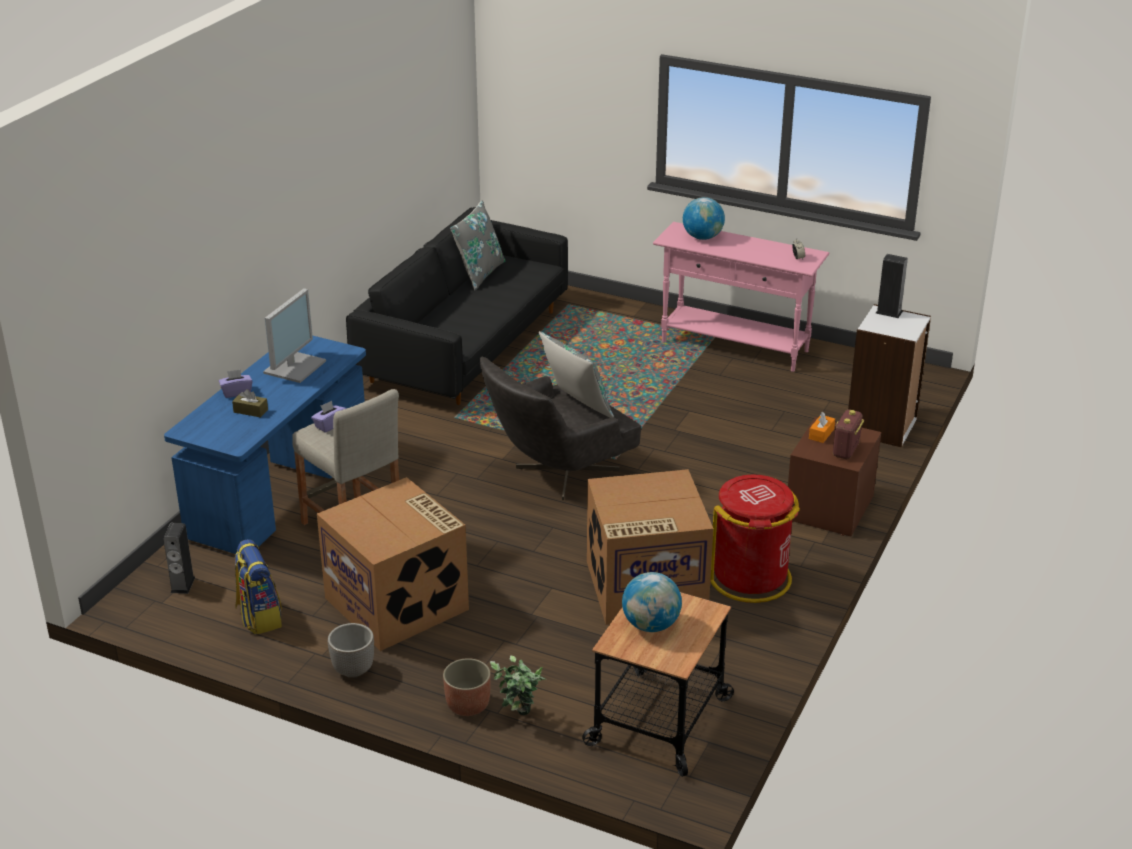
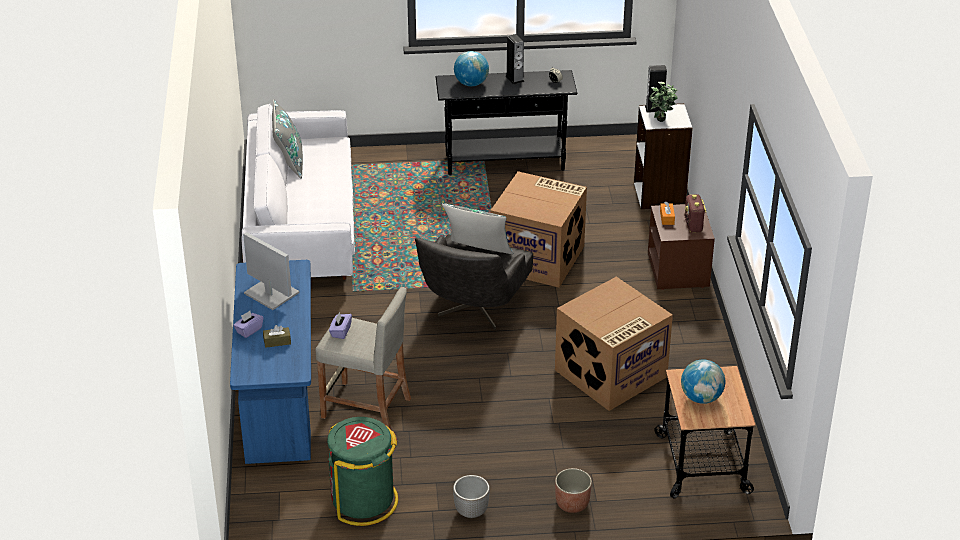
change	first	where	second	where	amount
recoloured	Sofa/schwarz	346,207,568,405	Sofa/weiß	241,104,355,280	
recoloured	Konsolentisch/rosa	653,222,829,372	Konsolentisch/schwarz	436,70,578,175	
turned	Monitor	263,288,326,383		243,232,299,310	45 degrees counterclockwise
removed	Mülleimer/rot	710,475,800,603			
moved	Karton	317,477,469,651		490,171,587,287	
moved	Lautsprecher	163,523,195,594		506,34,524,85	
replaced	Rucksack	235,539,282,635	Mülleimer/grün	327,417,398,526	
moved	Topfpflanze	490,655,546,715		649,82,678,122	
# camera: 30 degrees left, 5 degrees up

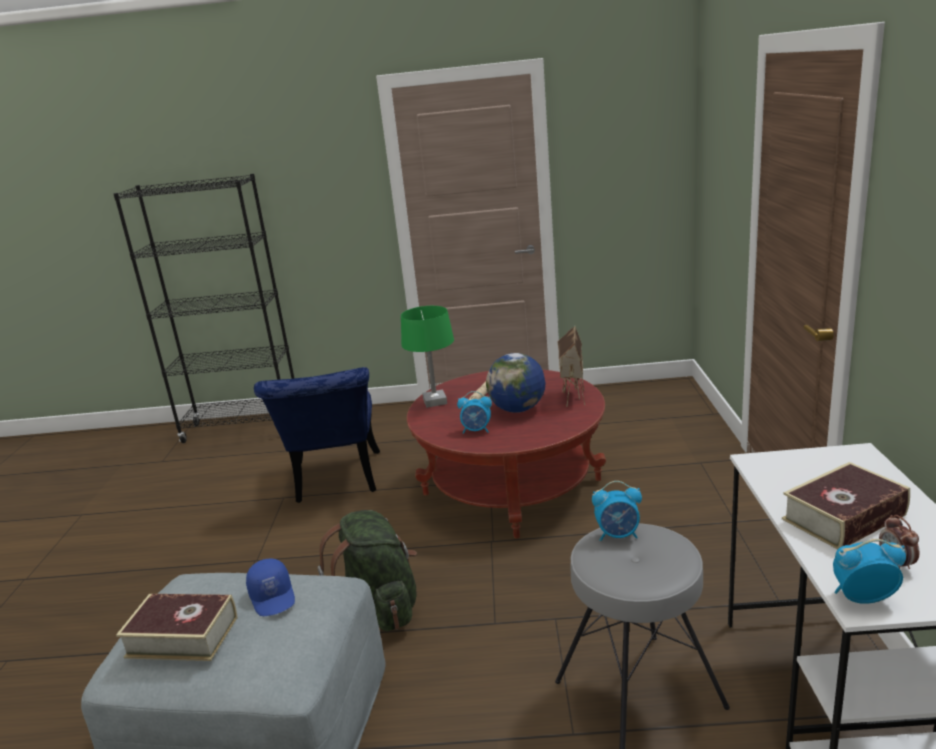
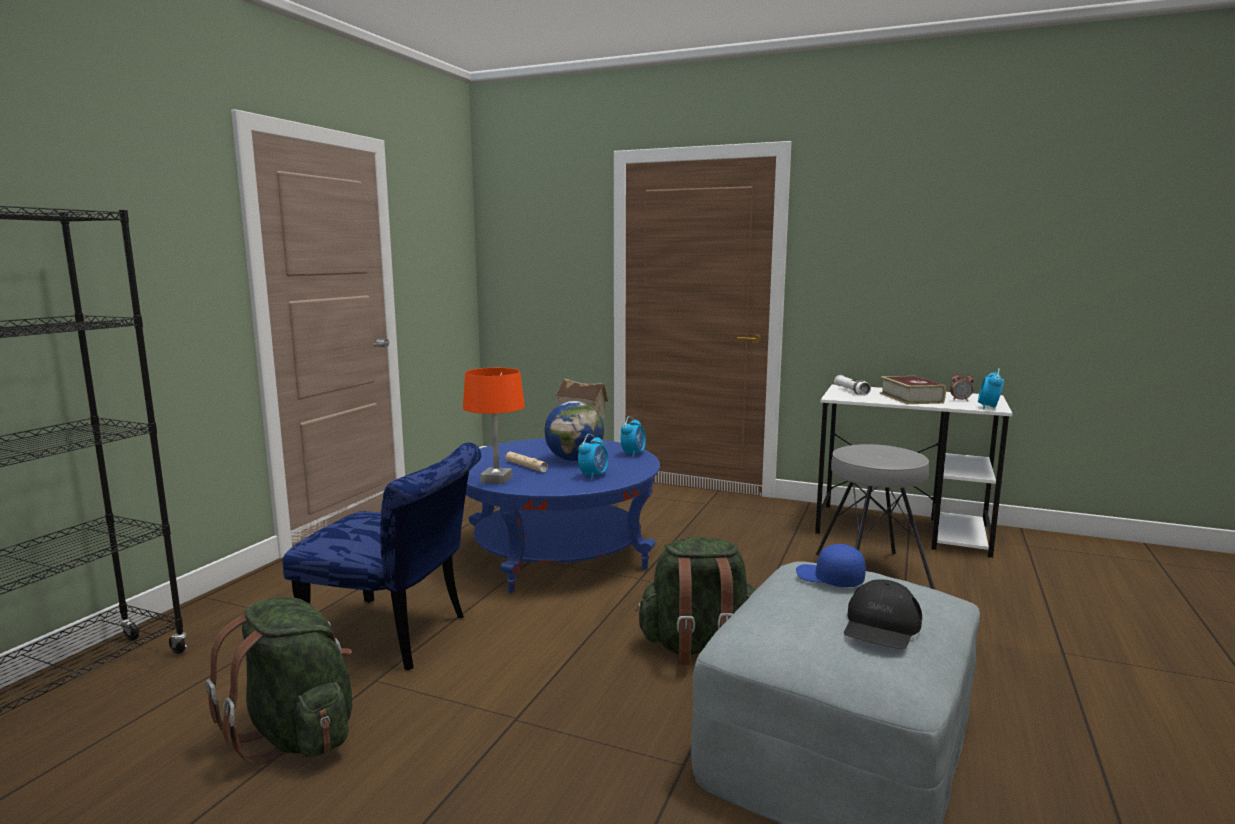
change	first	where	second	where	amount
recoloured	Tischlampe/grün	401,306,454,408	Tischlampe/orange	463,368,525,484	
recoloured	Couchtisch/rot	407,370,606,539	Couchtisch/blau	466,438,660,593	
moved	Wecker	592,481,642,541		620,416,646,458	
turned	Kappe/blau	246,558,295,616		796,544,866,587	135 degrees counterclockwise
replaced	Buch	116,594,238,661	Kappe/schwarz	844,579,922,649	
added			Taschenlampe/weiß	834,375,871,396	
added			Rucksack/grün	206,597,352,765	
# camera: 70 degrees left, 10 degrees down

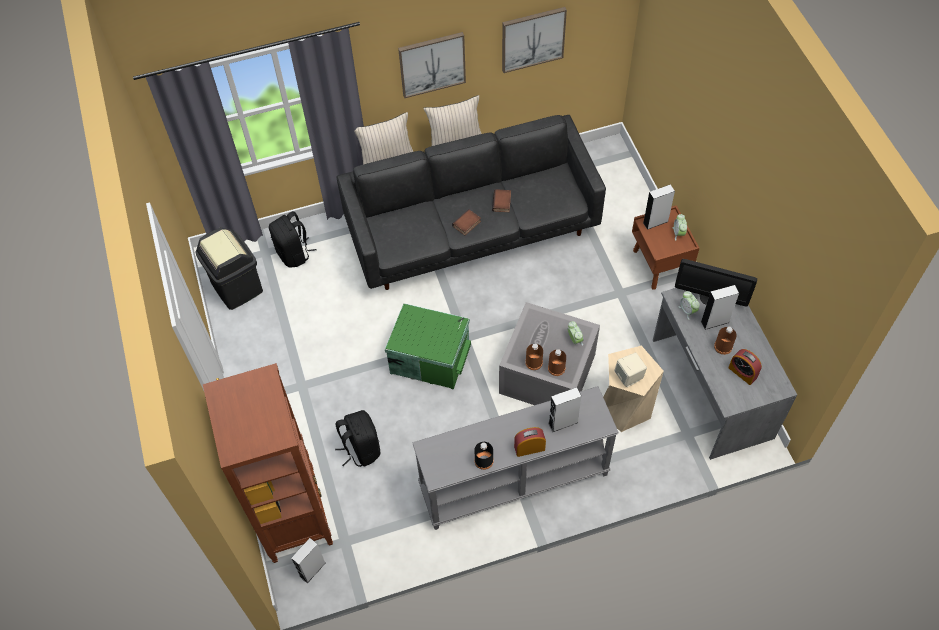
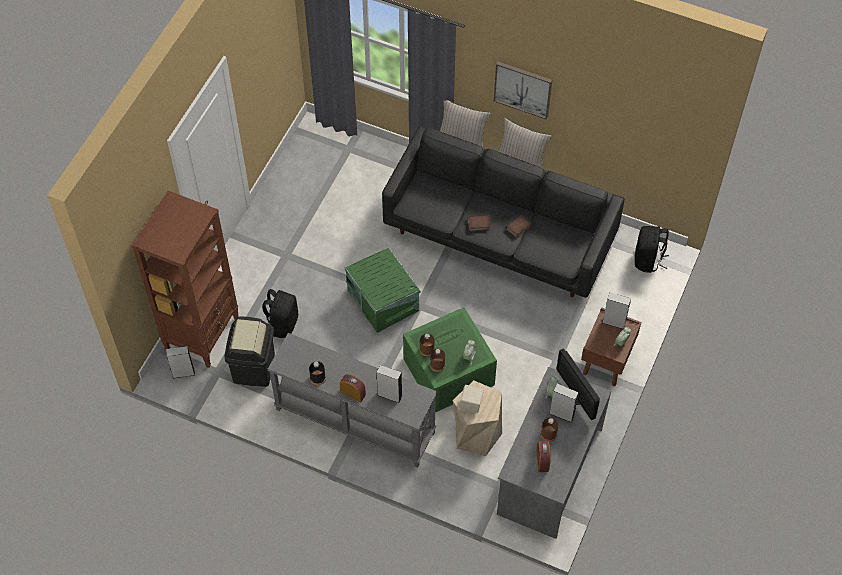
change	first	where	second	where	amount
removed	Bild	502,7,567,73			
moved	Rucksack/schwarz	269,211,317,267		634,226,669,273	
moved	Mülleimer/schwarz	195,228,263,310		224,316,275,387	
recoloured	Aufbewahrungsbox/grau	499,302,600,405	Aufbewahrungsbox/grün	403,307,497,413	
# camera: 40 degrees right, 0 degrees up

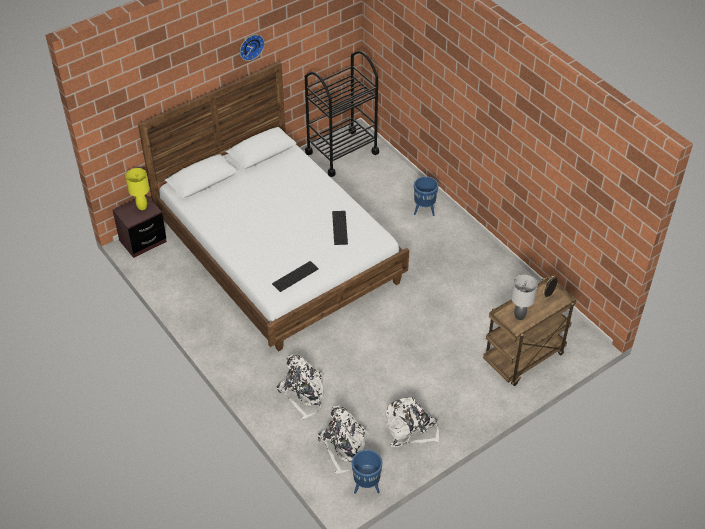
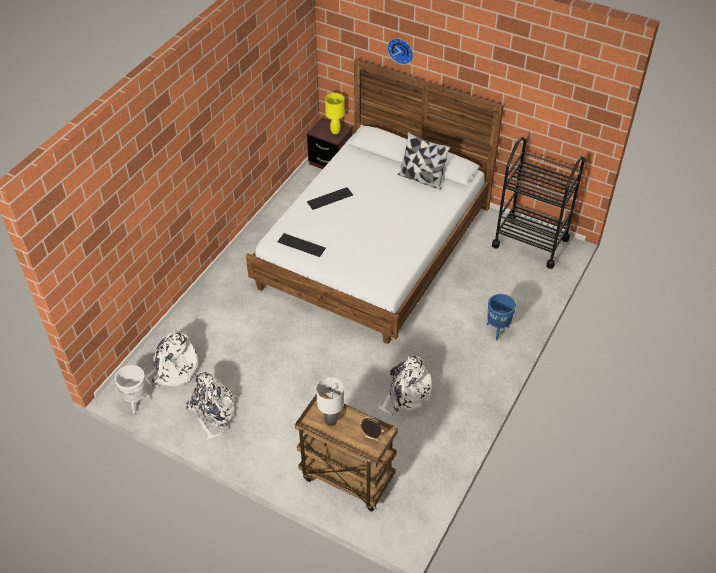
change	first	where	second	where	amount
moved	Wanduhr	240,35,265,61		387,38,413,65	
moved	Tastatur	332,211,348,245		307,187,353,210	
moved	Rucksack/weiß	276,355,325,419		378,355,432,416	
recoloured	Pflanzkübel/blau	352,450,382,494	Pflanzkübel/weiß	115,365,151,414	
added			Kissen	398,132,451,190	
# camera: 65 degrees right, 0 degrees up

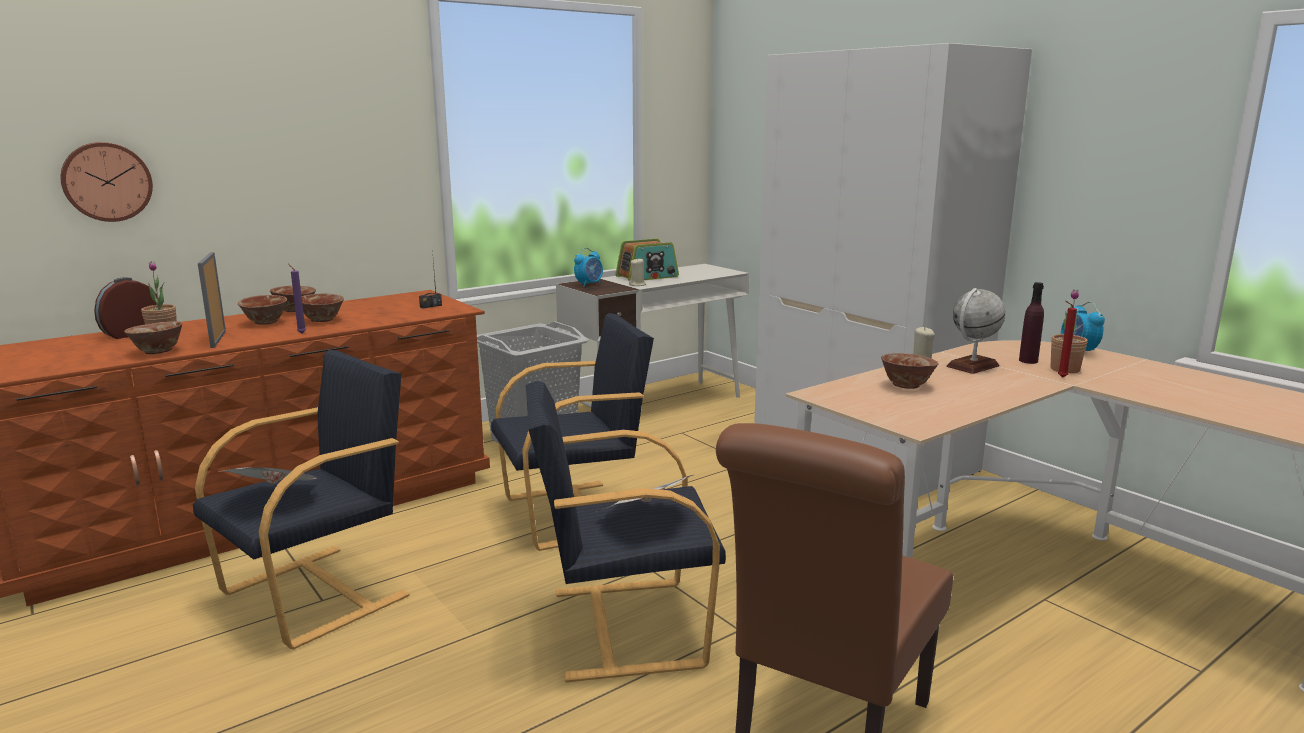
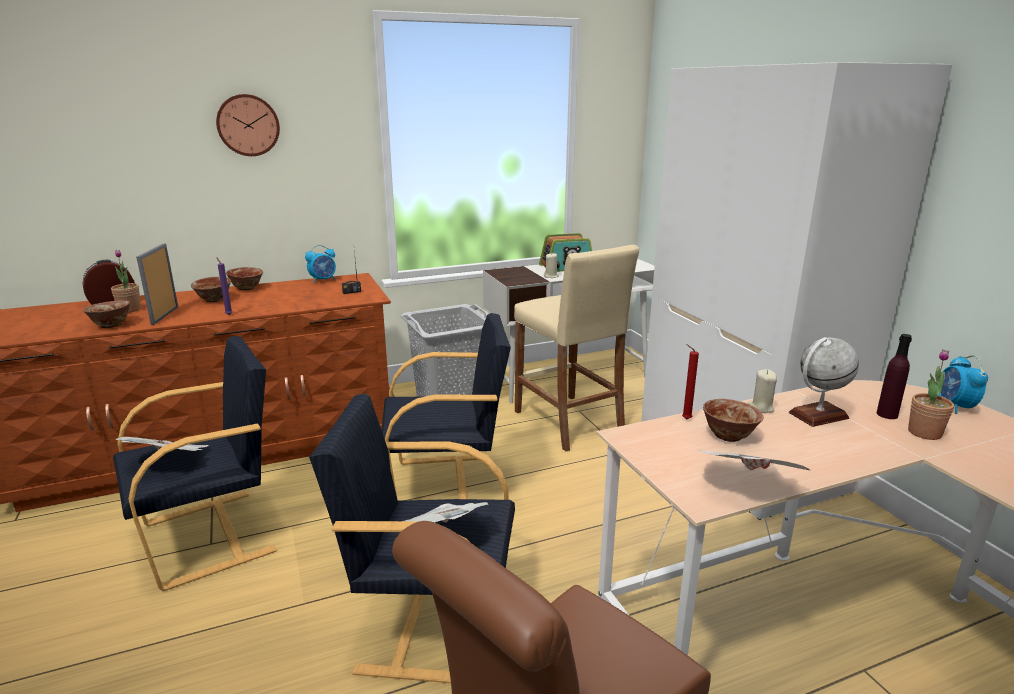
change	first	where	second	where	amount
moved	Wanduhr	60,142,153,222		216,94,280,156	
moved	Wecker	574,248,603,287		305,245,336,283	
removed	Schüssel	302,294,344,322			
moved	Kerze/rot	1058,301,1077,378		682,344,699,419	
added			Hocker/beige	514,245,639,451	
added			Zeitung	697,449,810,470	
# camera: 15 degrees right, 5 degrees up

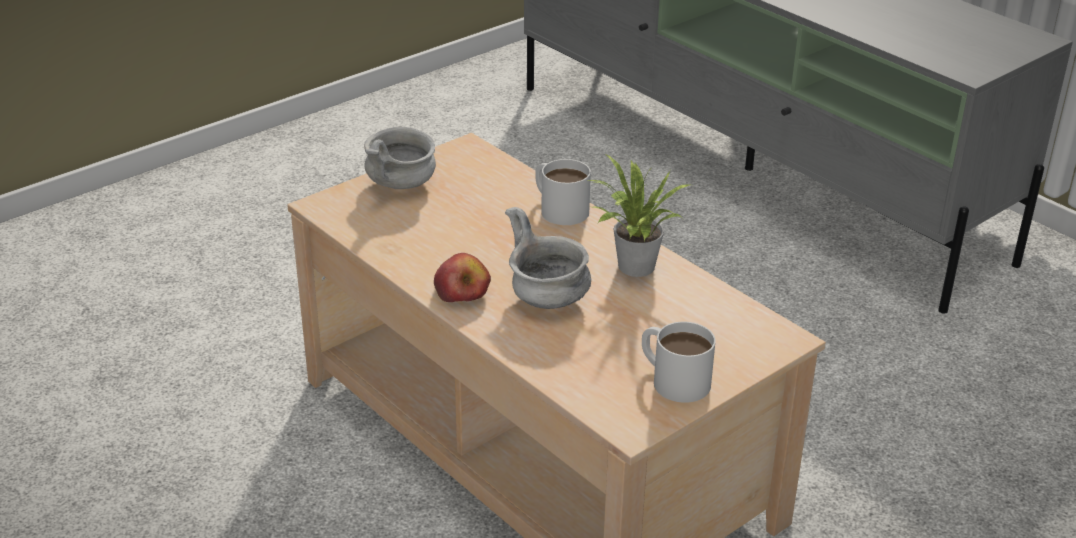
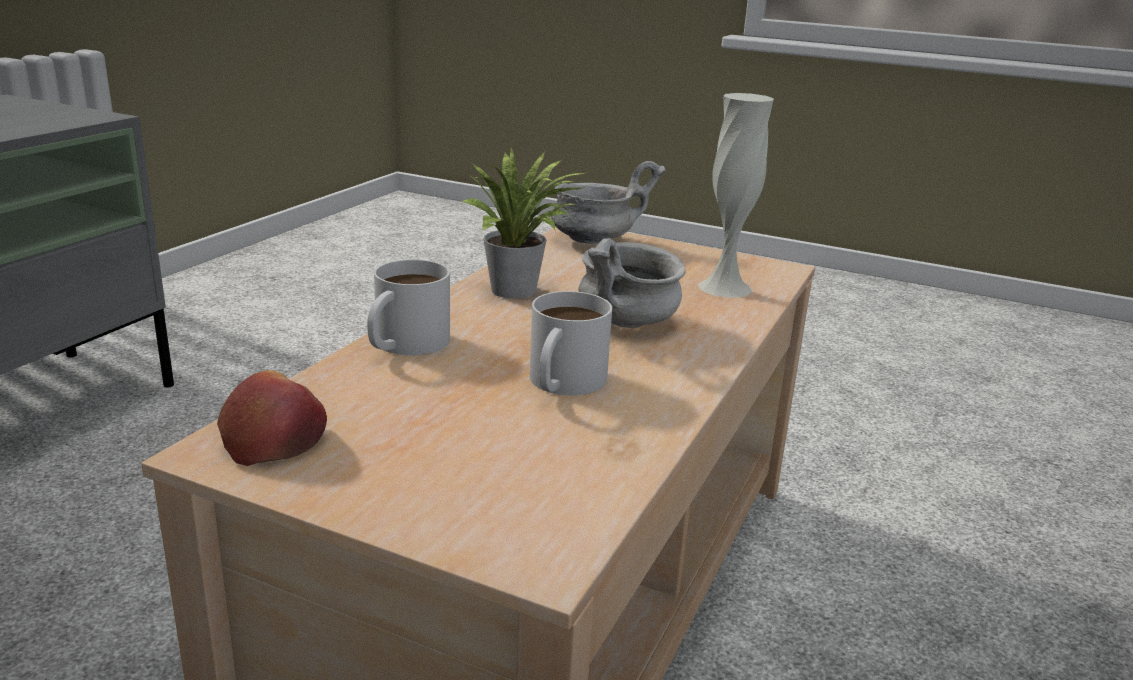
change	first	where	second	where	amount
moved	Schüssel/grau	364,127,436,189		551,161,666,244	
moved	Apfel	434,253,491,302		217,370,327,466	
moved	Henkelbecher/weiß	642,322,716,403		530,291,612,396	
added			Vase/weiß	698,93,774,298	
# camera: 115 degrees left, 10 degrees down

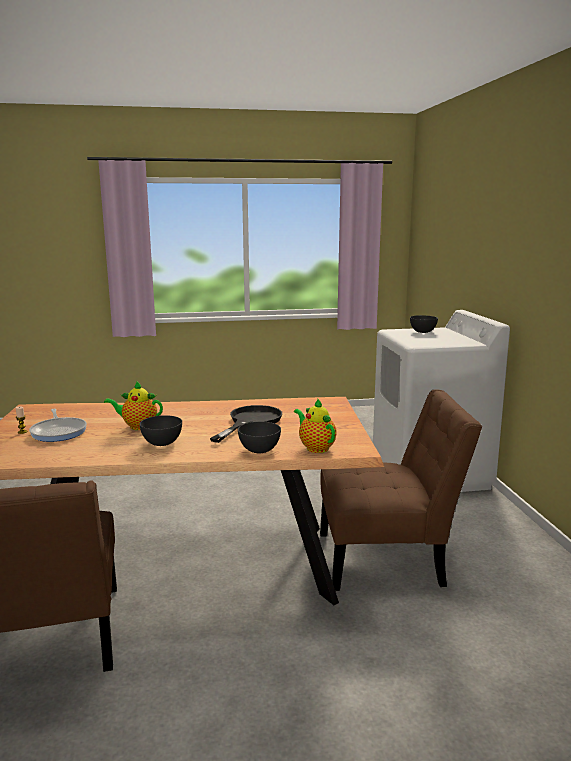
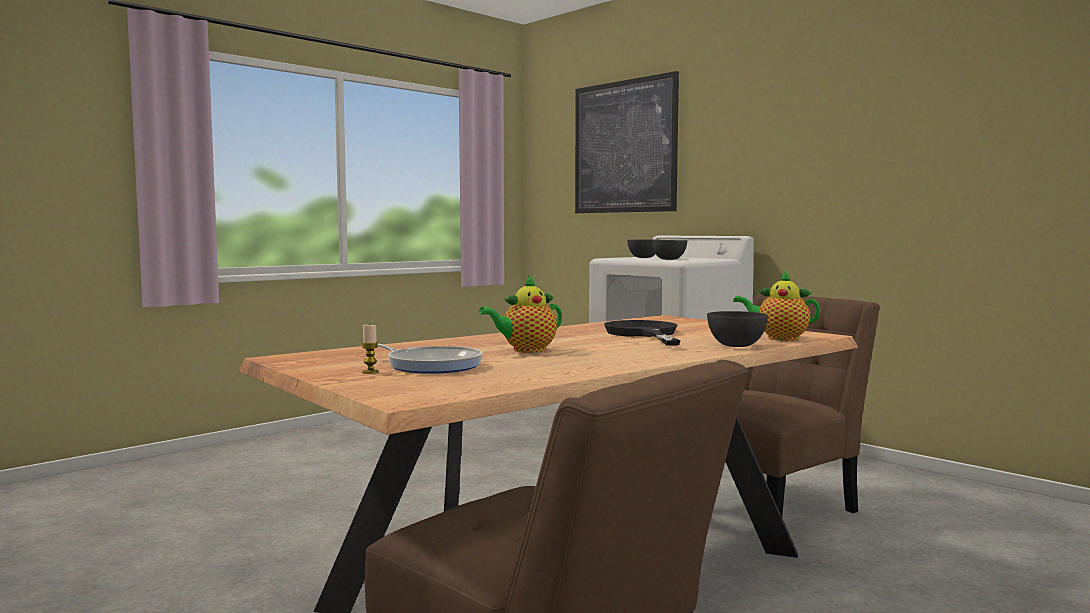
change	first	where	second	where	amount
moved	Schüssel/grau	139,415,182,446		652,240,687,260	
added			Bild	575,71,679,213	
# camera: 35 degrees left, 10 degrees down

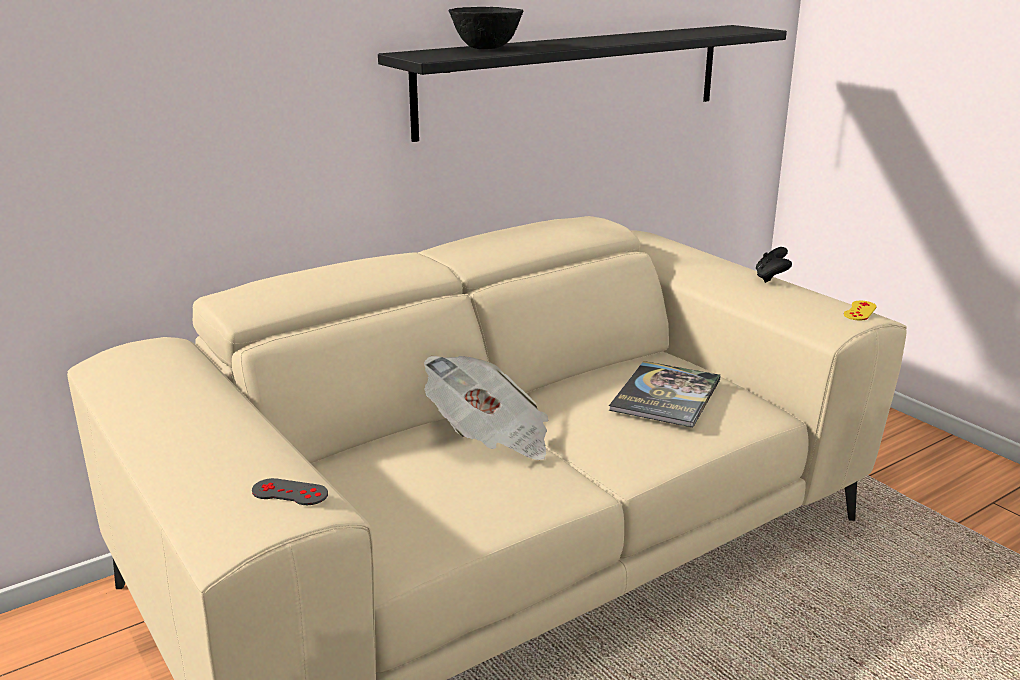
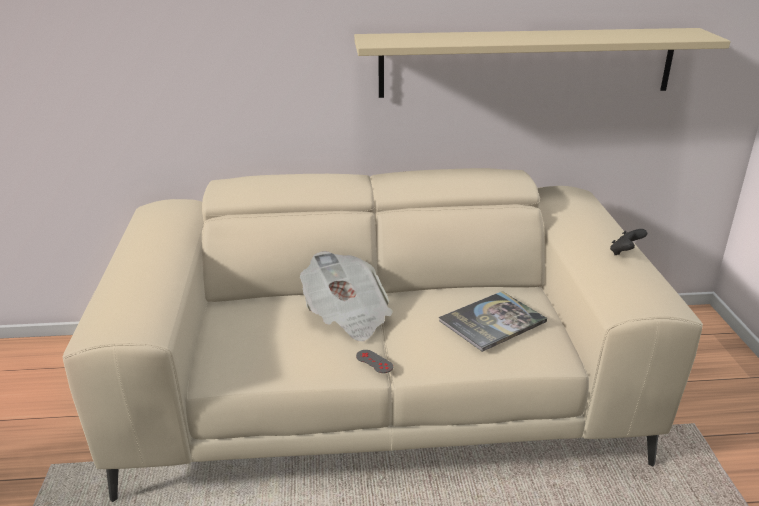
change	first	where	second	where	amount
removed	Schüssel/schwarz	448,7,524,49			
recoloured	Wandregal/schwarz	378,25,787,142	Wandregal/beige	354,28,731,98	
removed	Gamepad/gelb	844,301,877,321			
moved	Gamepad/grau	252,478,328,505		356,350,393,373	
# camera: 30 degrees right, 5 degrees up

